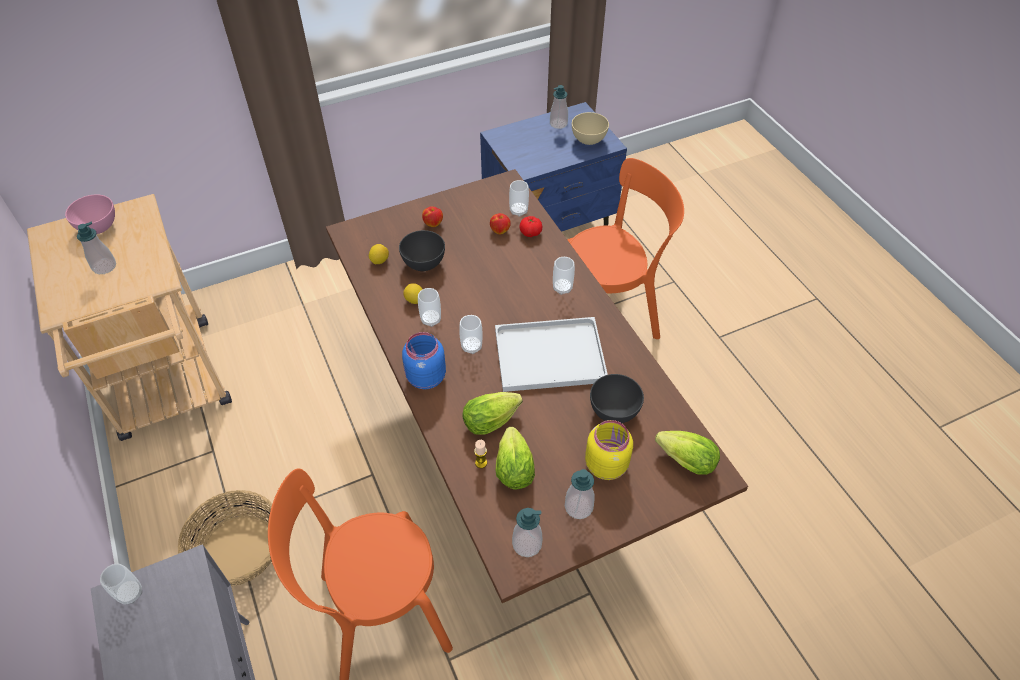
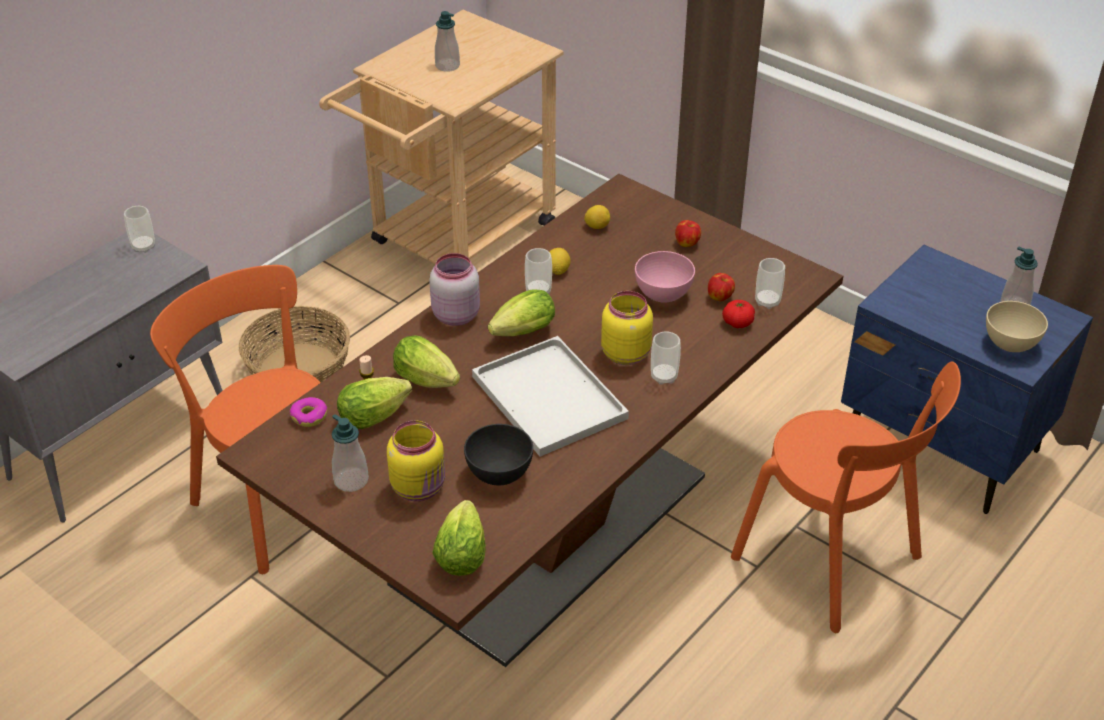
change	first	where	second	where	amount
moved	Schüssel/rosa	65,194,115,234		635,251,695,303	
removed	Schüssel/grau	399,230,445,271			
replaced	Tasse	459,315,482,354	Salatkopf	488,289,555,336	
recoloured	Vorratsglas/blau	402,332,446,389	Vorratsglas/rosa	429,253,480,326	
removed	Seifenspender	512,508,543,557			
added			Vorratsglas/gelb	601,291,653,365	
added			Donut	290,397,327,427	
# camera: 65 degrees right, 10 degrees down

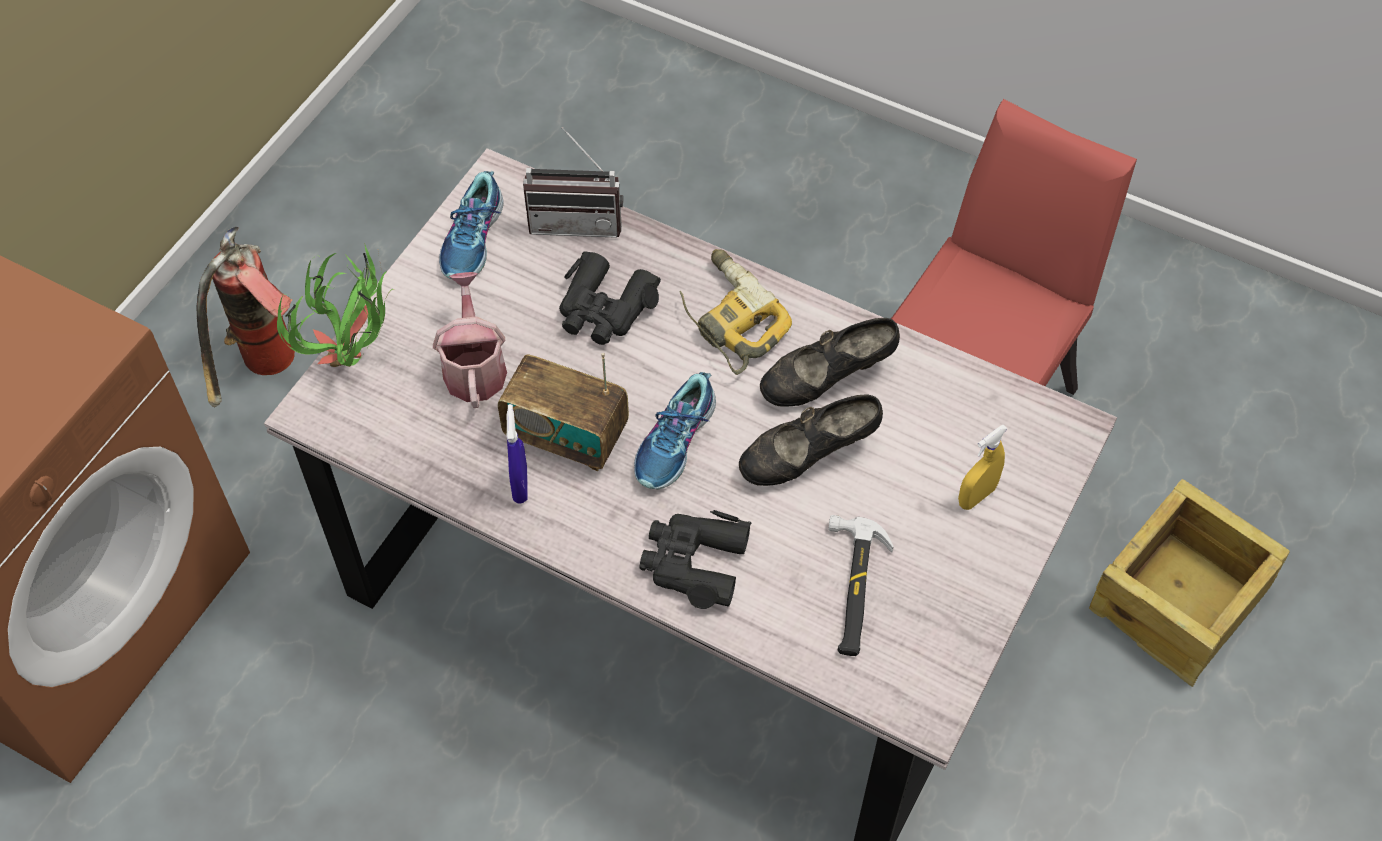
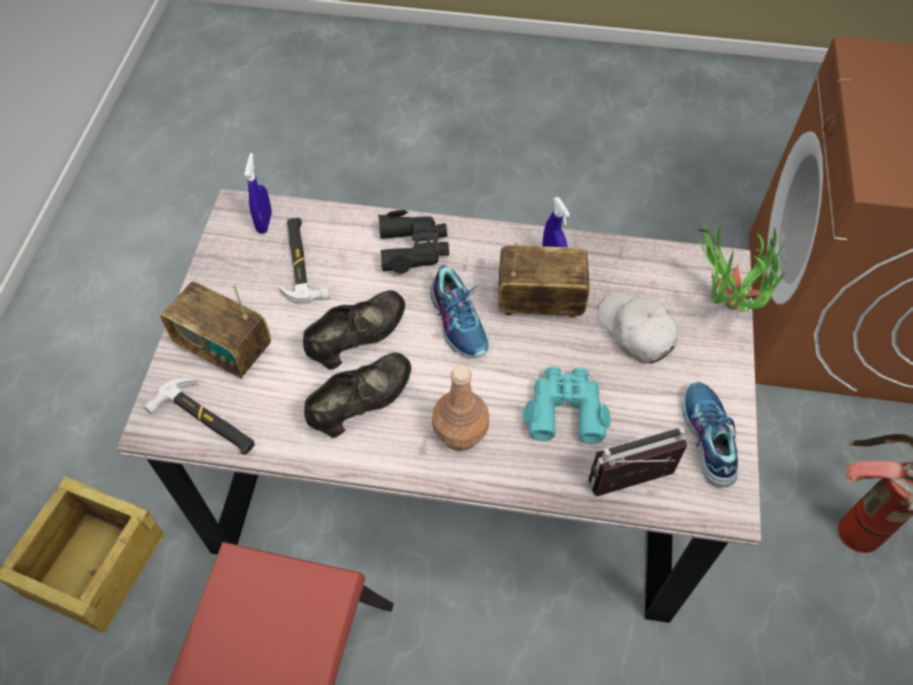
change	first	where	second	where	amount
replaced	Bohrmaschine	679,249,792,375	Flasche/braun	432,366,489,451	
recoloured	Fernglas/schwarz	559,251,661,345	Fernglas/türkis	523,366,611,444	
replaced	Gießkanne	433,272,507,408	Kappe/weiß	597,292,678,364	
turned	Schuh	634,372,716,489		430,264,489,357	150 degrees clockwise
replaced	Sprühflasche/gelb	958,425,1008,510	Radio	160,281,271,379	
added			Sprühflasche/blau	244,153,272,234	
added			Hammer	144,378,255,455	
# camera: 160 degrees right, 0 degrees up

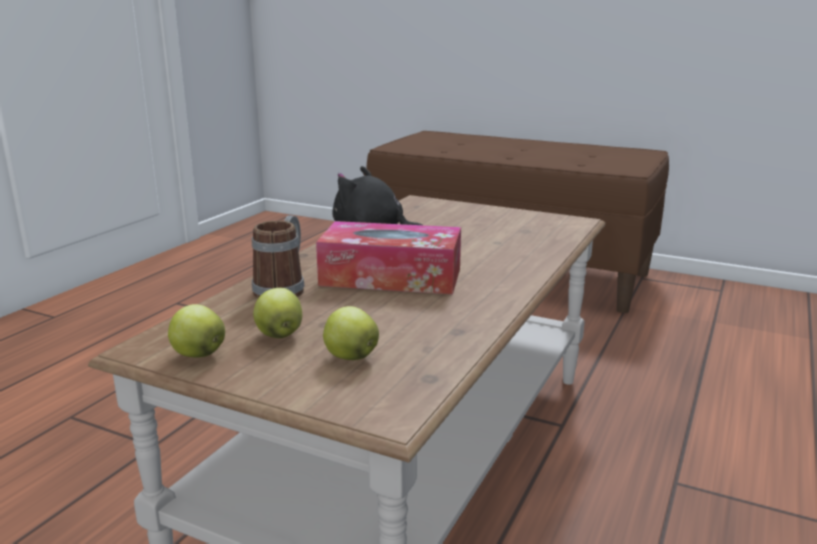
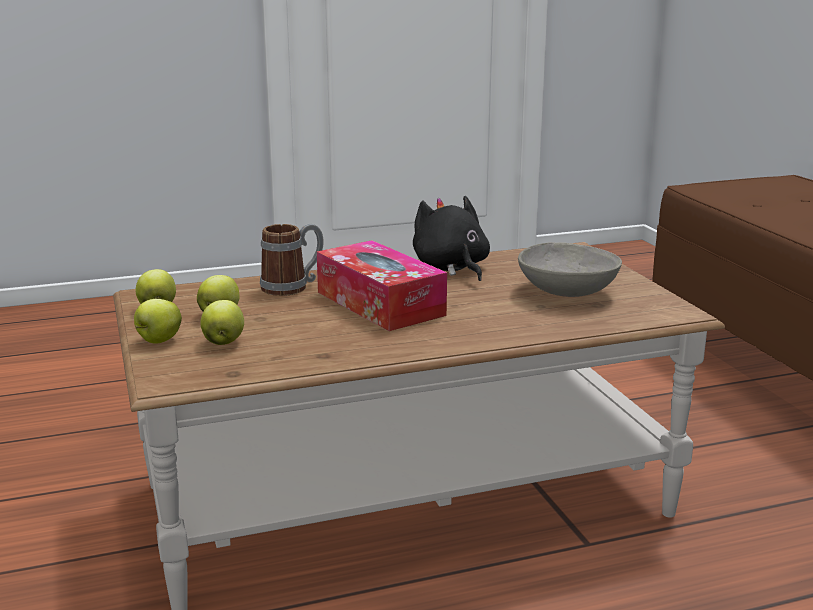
change	first	where	second	where	amount
added			Schüssel/grau	518,242,622,297	
added			Apfel	134,299,182,344	
# camera: 45 degrees right, 0 degrees up

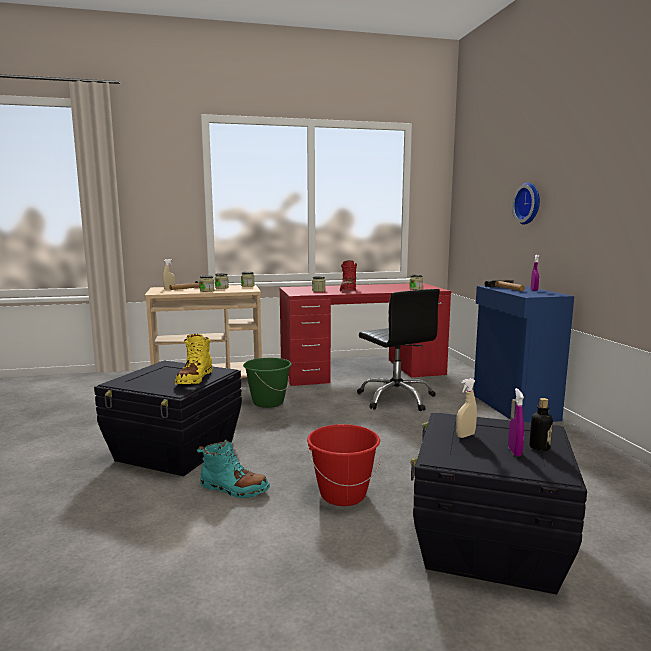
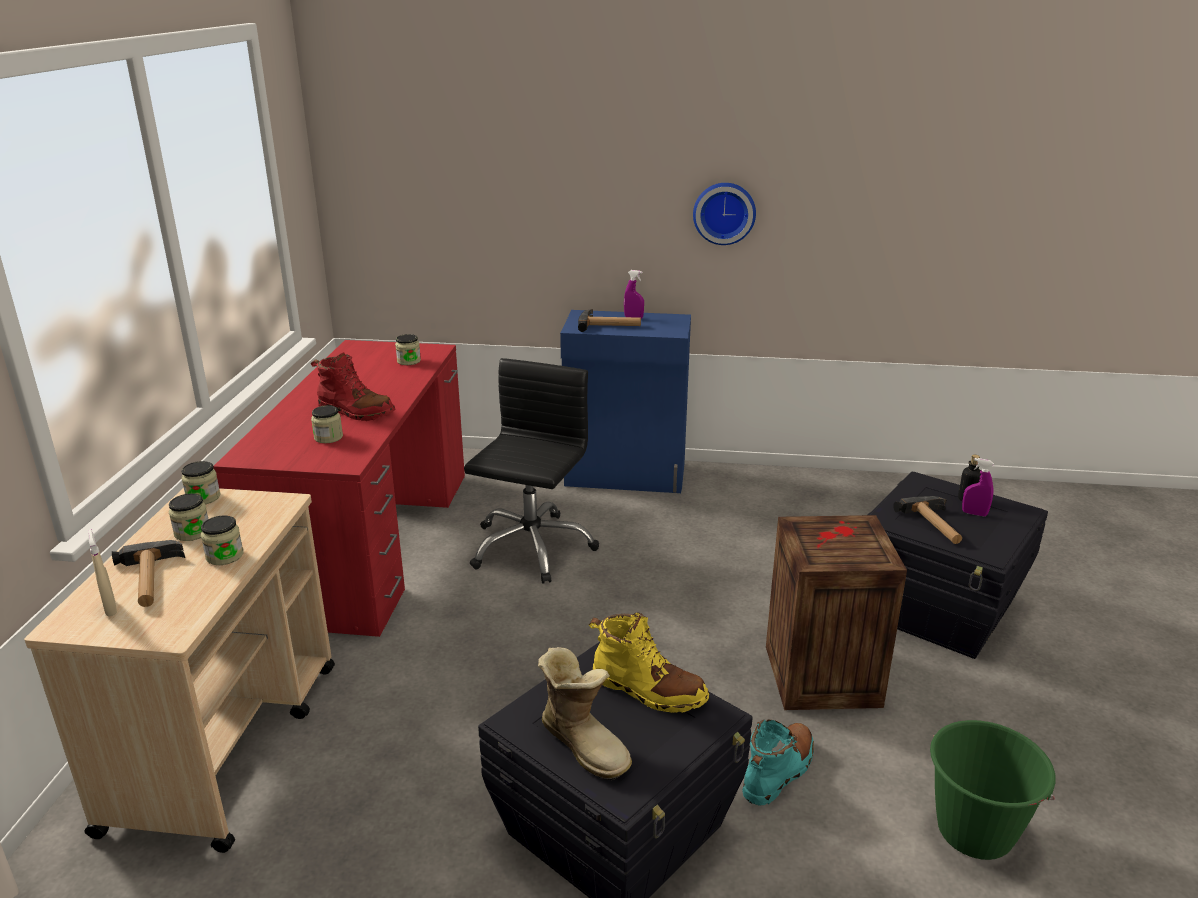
change	first	where	second	where	amount
moved	Wanduhr	512,183,540,225		693,183,756,245	
turned	Bürostuhl/schwarz	357,289,440,411		464,358,599,584	60 degrees counterclockwise
moved	Eimer/grün	243,358,292,408		930,720,1056,860	
replaced	Sprühflasche/beige	456,378,477,438	Hammer	893,496,962,544	
replaced	Eimer/rot	307,424,381,506	Kiste	766,515,907,710	
added			Stiefel	538,647,632,780	
# camera: 70 degrees left, 15 degrees up

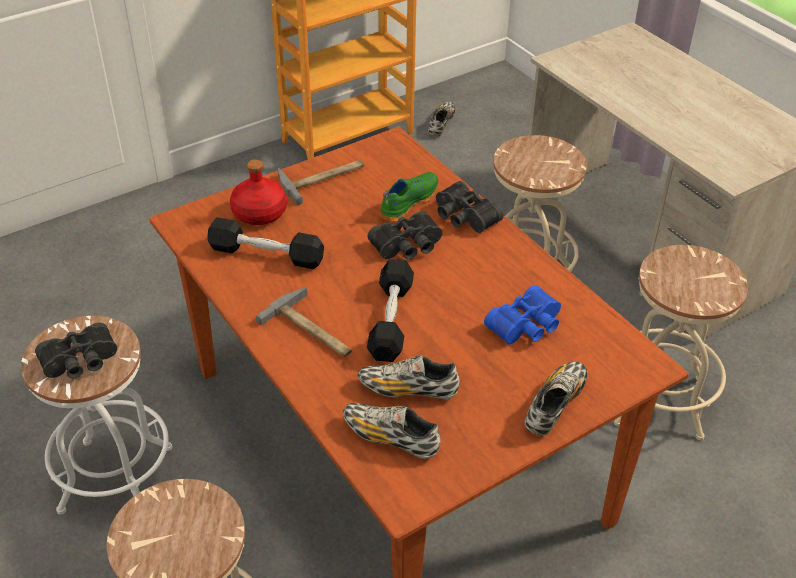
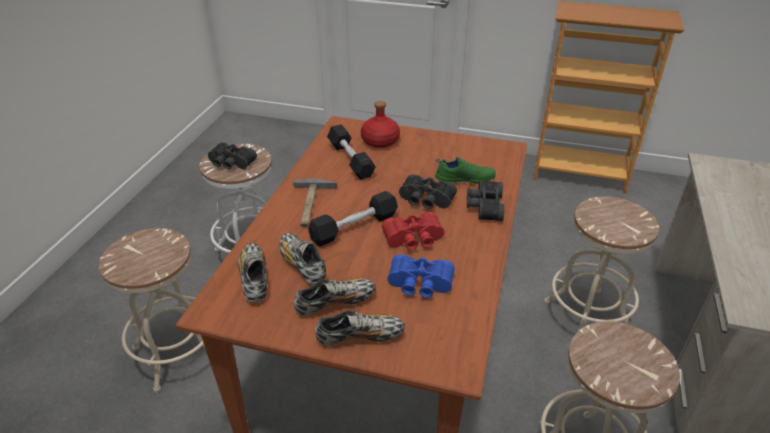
change	first	where	second	where	amount
moved	Schuh	428,102,455,136		294,278,376,317	
removed	Hammer	278,160,364,205			
added			Fernglas/rot	382,212,445,250	
# camera: 50 degrees right, 5 degrees down

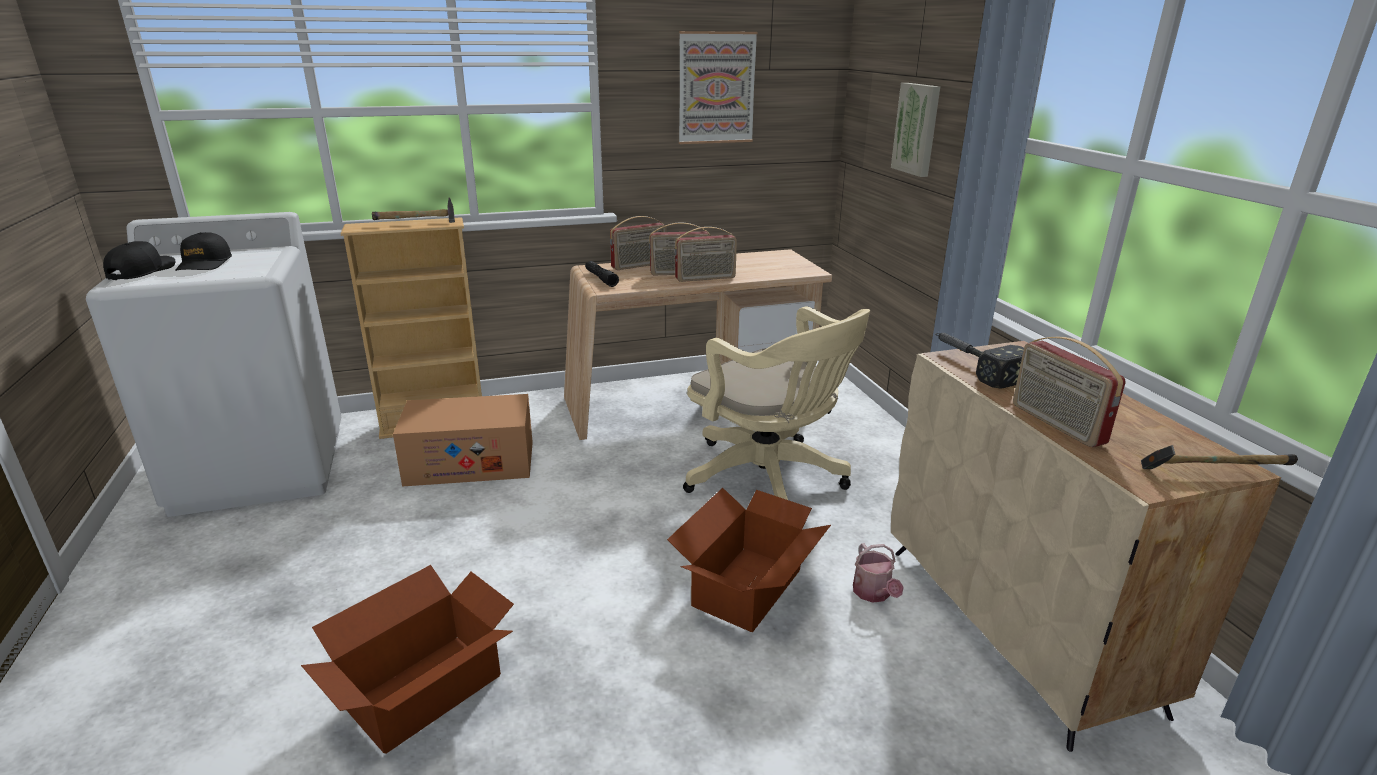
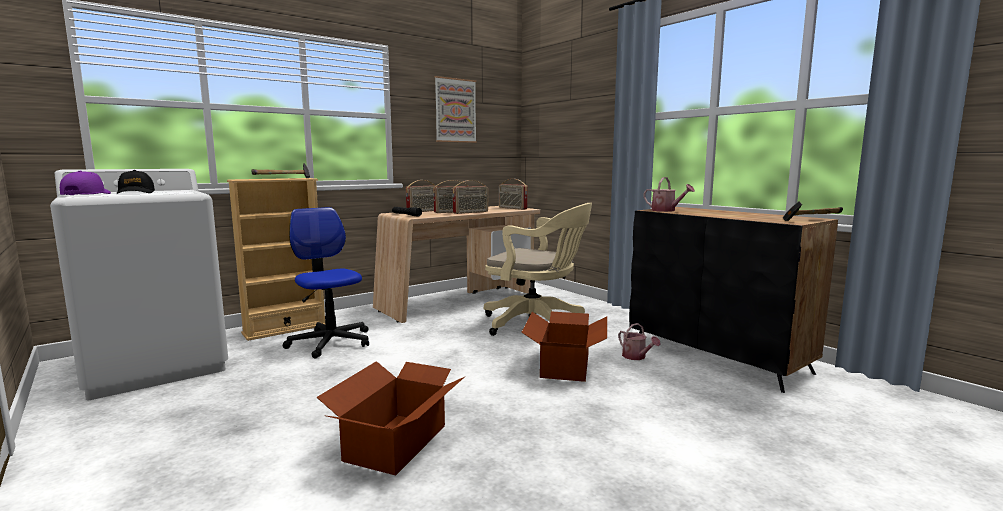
change	first	where	second	where	amount
removed	Bild	891,83,940,177			
recoloured	Kappe/schwarz	103,241,176,280	Kappe/lila	60,171,111,195	
replaced	Hammer	935,333,1024,389	Gießkanne	643,177,695,212	
moved	Radio	1013,337,1126,447		499,179,528,210	
recoloured	Schrank/beige	891,341,1281,752	Schrank/schwarz	629,207,838,393	
replaced	Karton	393,394,533,487	Bürostuhl	283,207,369,358	
# camera: 20 degrees left, 15 degrees down

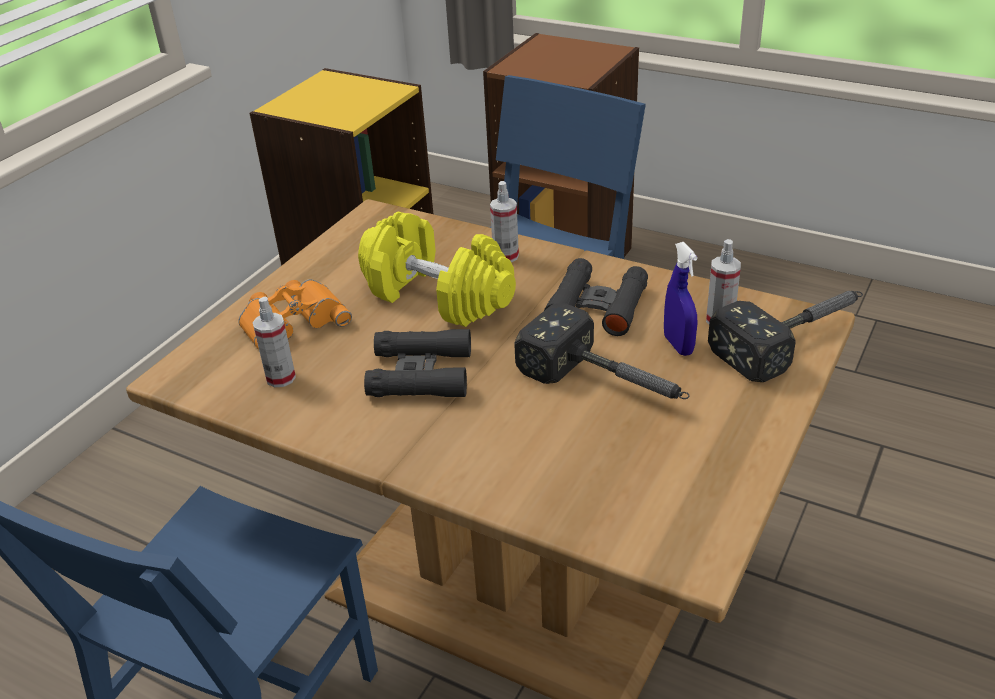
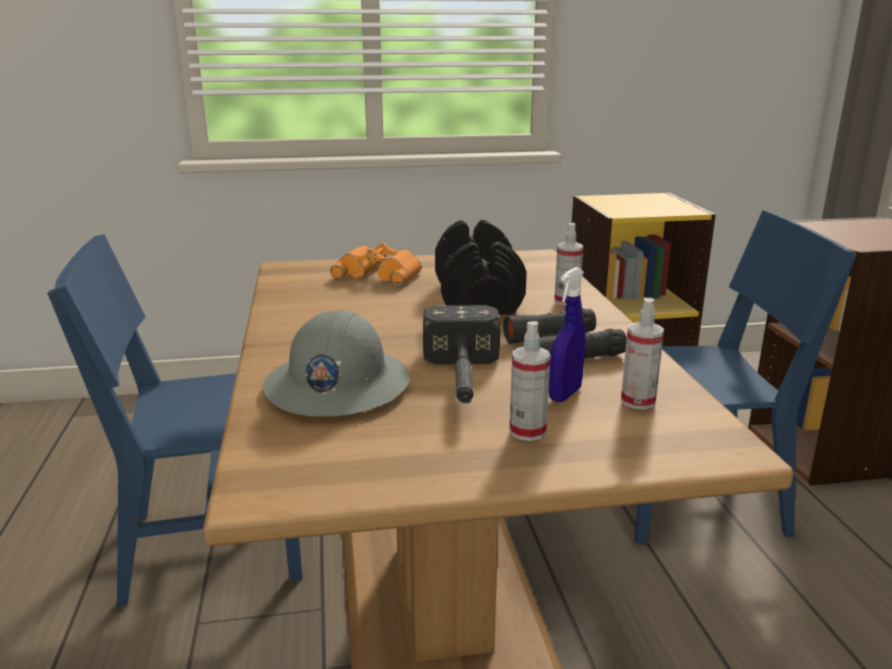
change	first	where	second	where	amount
recoloured	Hantel/gelb	358,212,516,327	Hantel/schwarz	435,220,527,315	
removed	Hammer	708,291,863,382			
moved	Sprühflasche	253,297,296,387		510,321,551,441	
removed	Fernglas/schwarz	364,329,471,397			
added			Schutzhelm/grau	263,310,410,417	
# camera: 50 degrees right, 15 degrees down

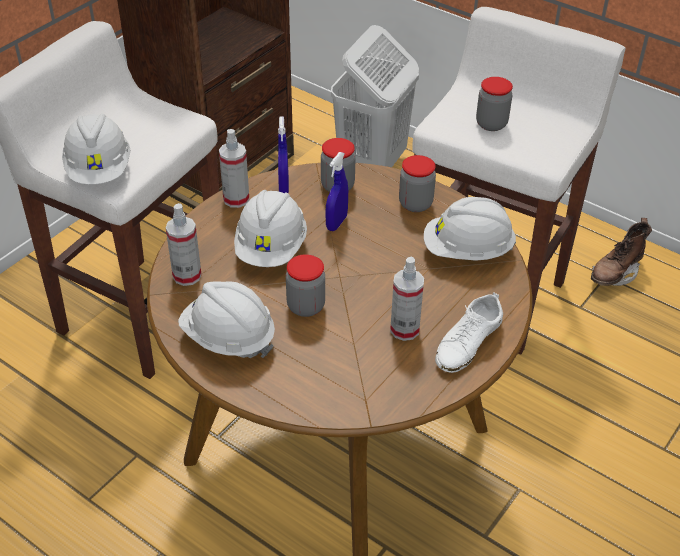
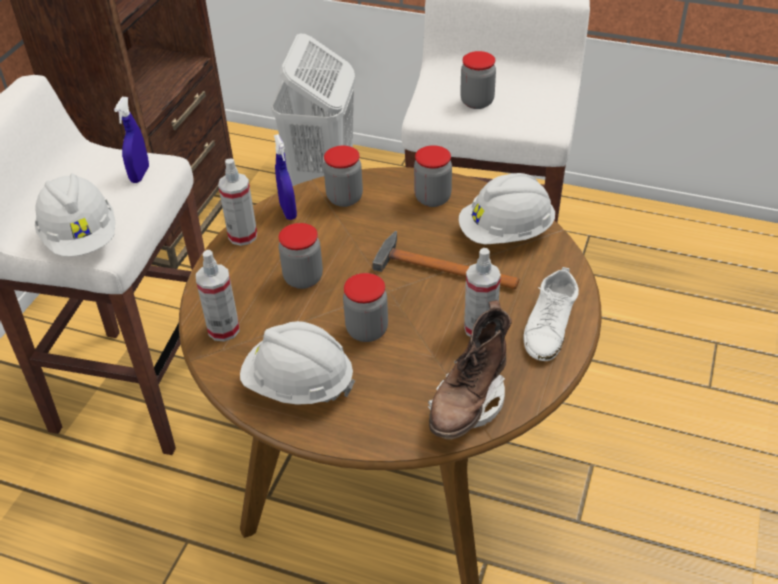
change	first	where	second	where	amount
moved	Sprühflasche/blau	325,152,348,231		114,97,149,183	
replaced	Schutzhelm/weiß	234,190,307,267	Vorratsglas	279,223,323,289	
moved	Stiefel/braun	591,218,652,286		428,300,512,440	
added			Hammer	372,231,519,289	
# camera: 15 degrees left, 0 degrees up

